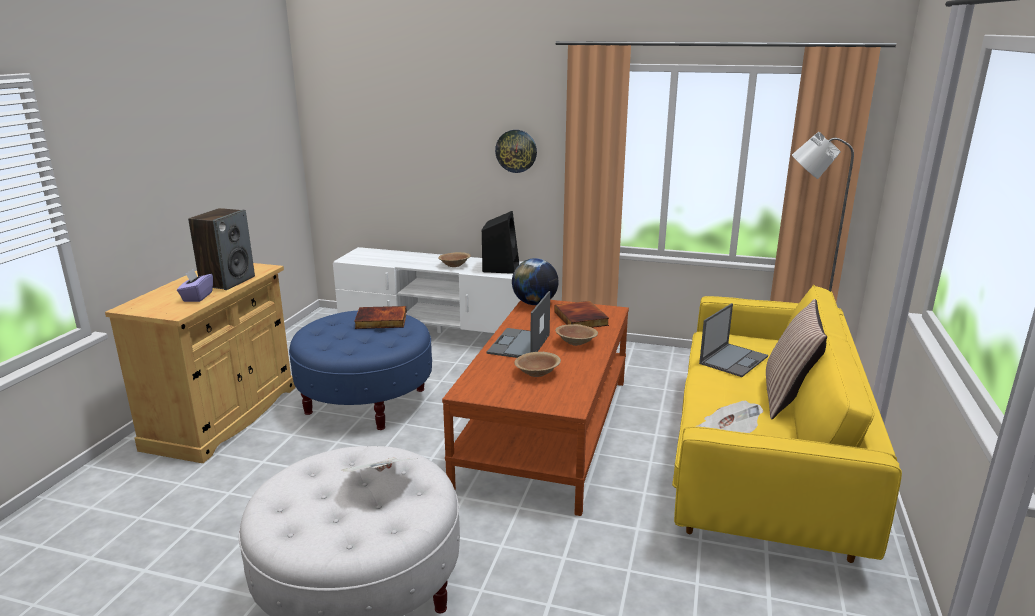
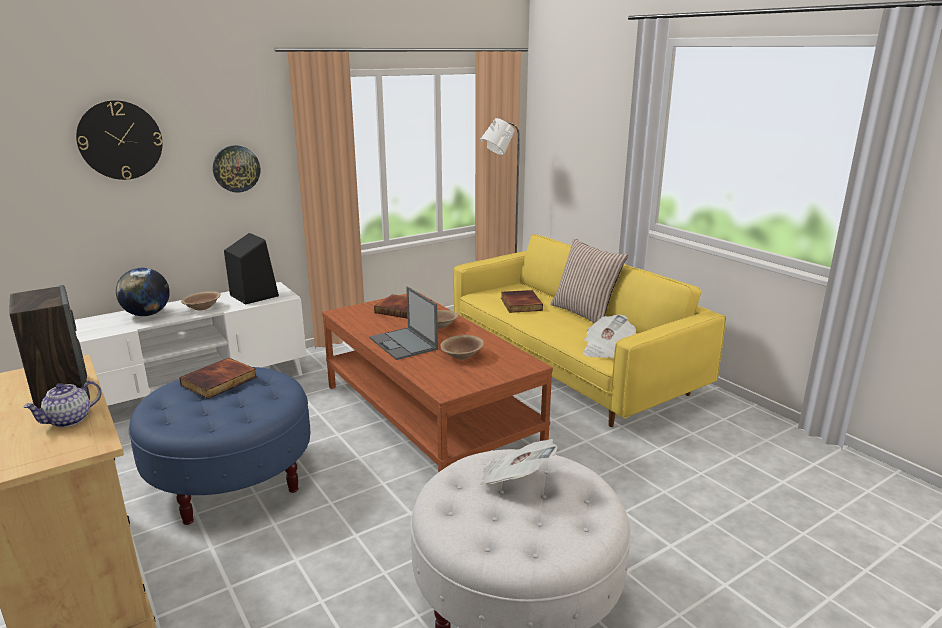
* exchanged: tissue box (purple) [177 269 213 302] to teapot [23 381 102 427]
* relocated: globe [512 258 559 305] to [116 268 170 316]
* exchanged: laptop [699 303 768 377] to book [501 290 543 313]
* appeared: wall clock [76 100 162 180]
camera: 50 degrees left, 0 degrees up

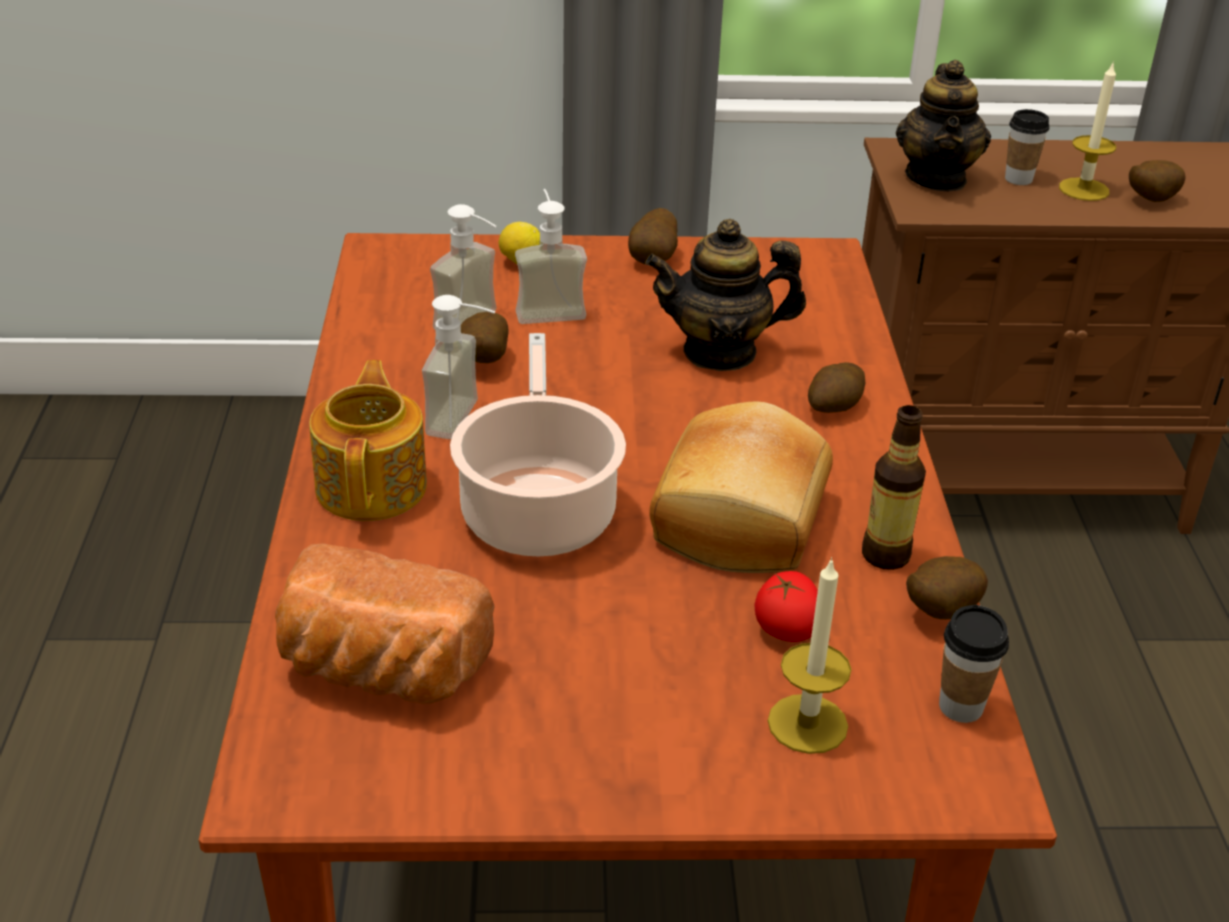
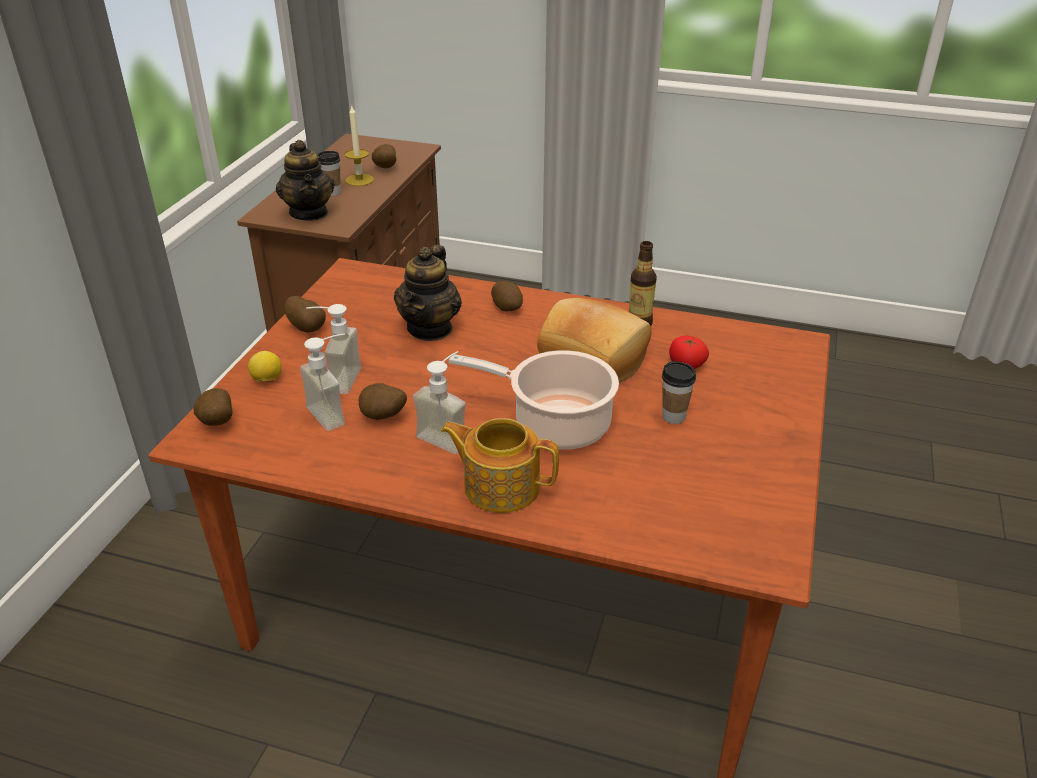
* missing: bread [275 543 495 704]
* missing: candle [768 557 851 754]
* spun: teapot [896 60 991 191] = [276 140 335 221] 45 degrees clockwise
* relocated: potato [906 556 988 619] to [193 388 233 426]
* relocated: cup [939 605 1009 723] to [662 361 696 424]
camera: 70 degrees left, 0 degrees up

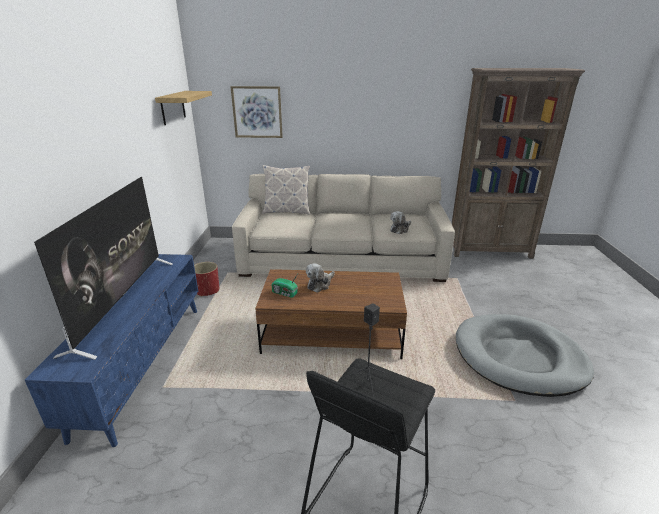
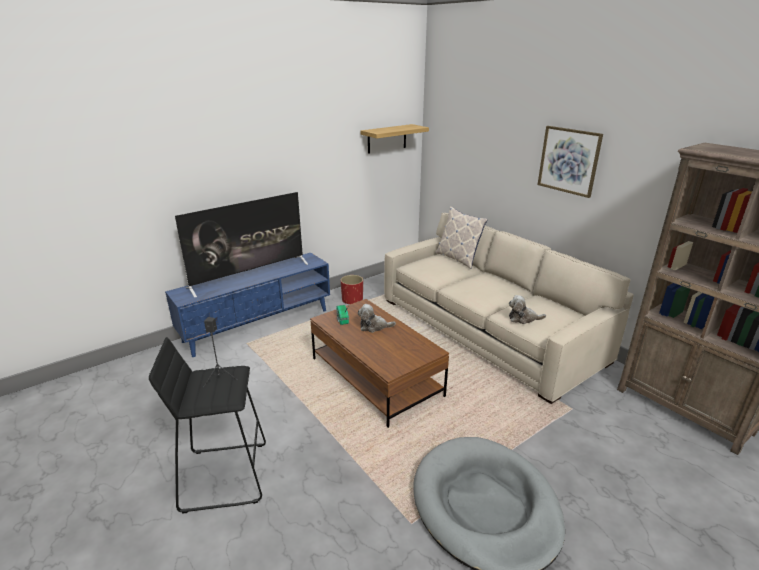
* relocated: picture [231 86 283 138] to [538 126 603 198]
camera: 50 degrees right, 0 degrees up

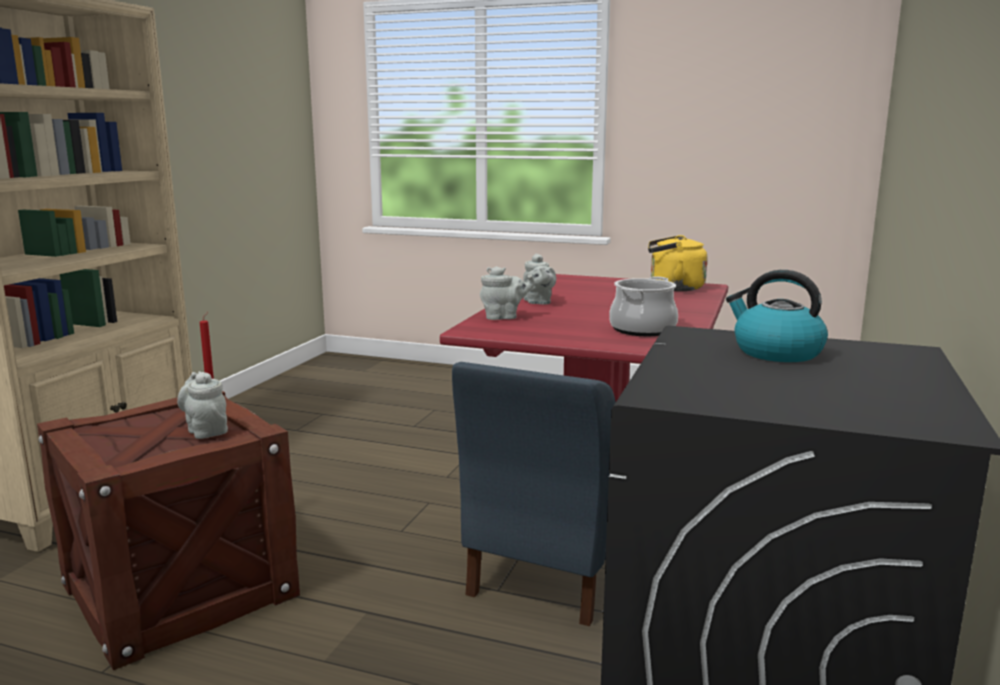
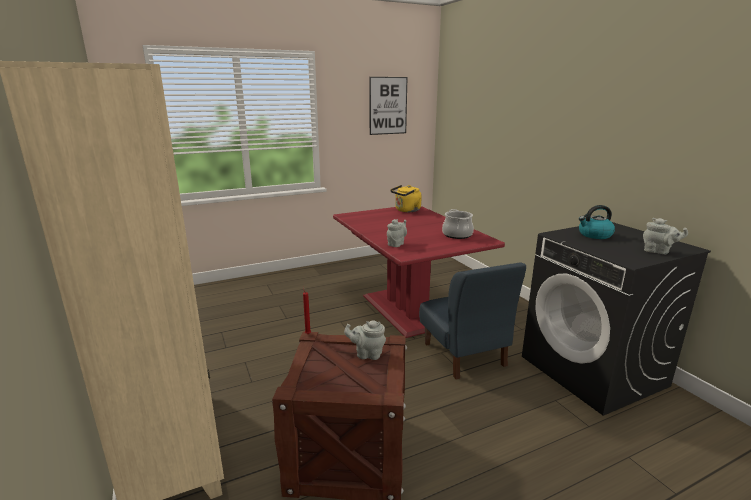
* relocated: teapot (grey) [523 254 556 305] to [643 218 688 254]
* appeared: picture [369 77 407 135]
camera: 45 degrees left, 5 degrees up

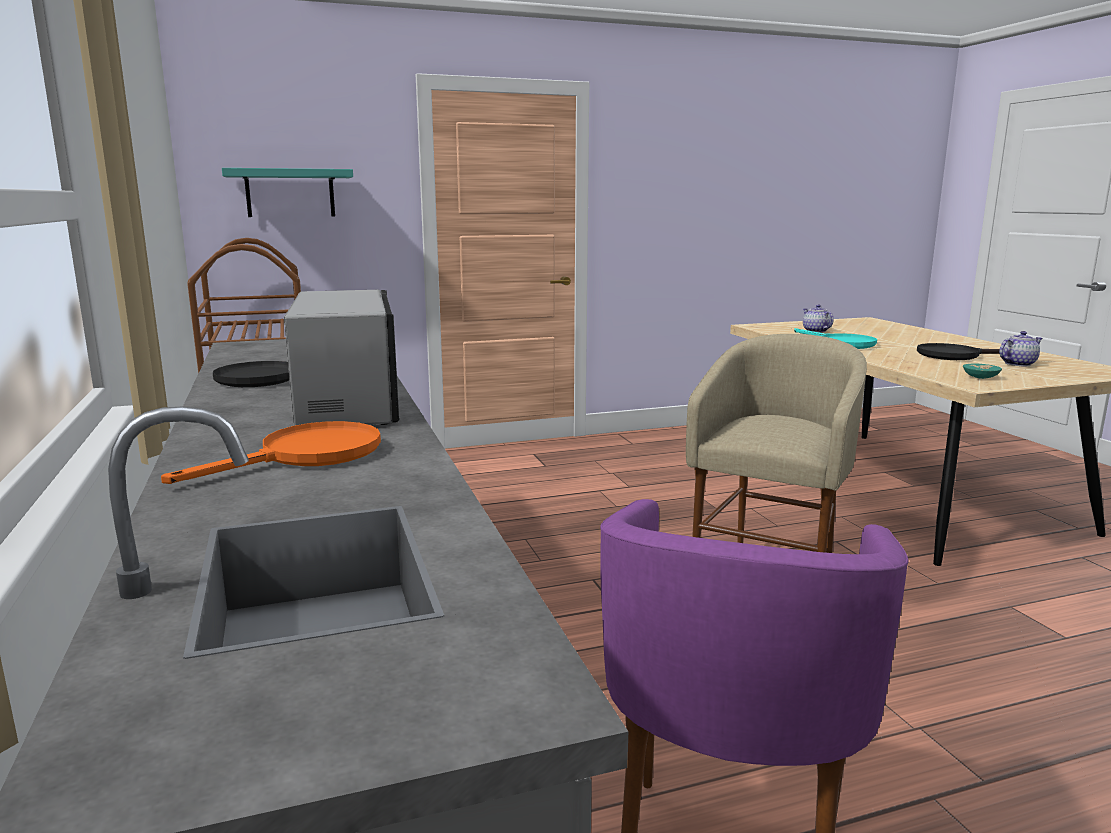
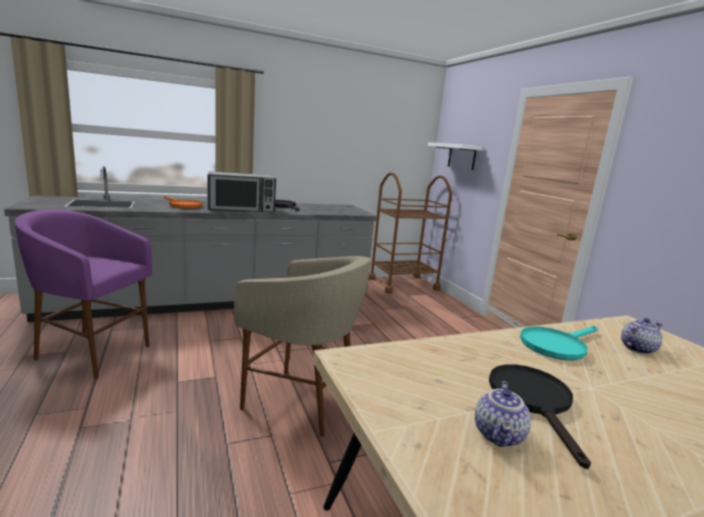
* colour: shelf (turquoise) [222 168 353 217] to shelf (white) [428 142 483 170]
* missing: bowl (turquoise) [963 364 1002 379]
* spun: teapot [999 331 1043 366] = [475 381 531 447] 45 degrees clockwise
camera: 85 degrees right, 0 degrees up

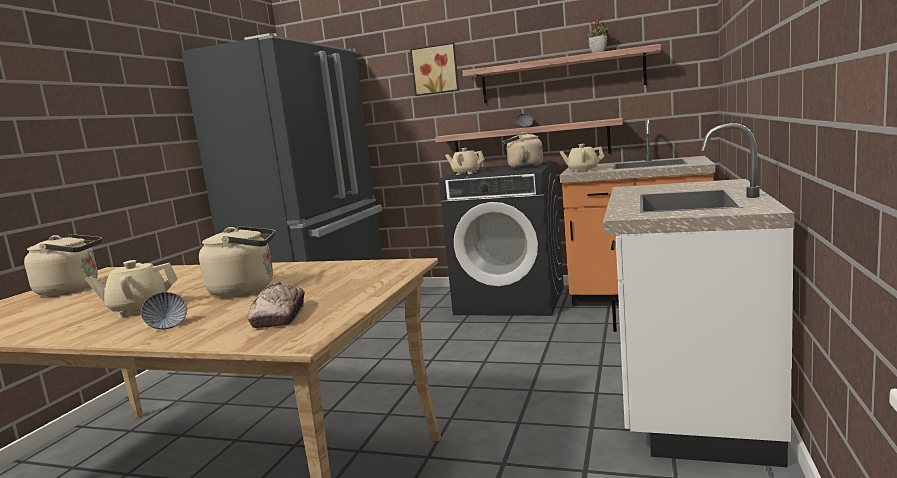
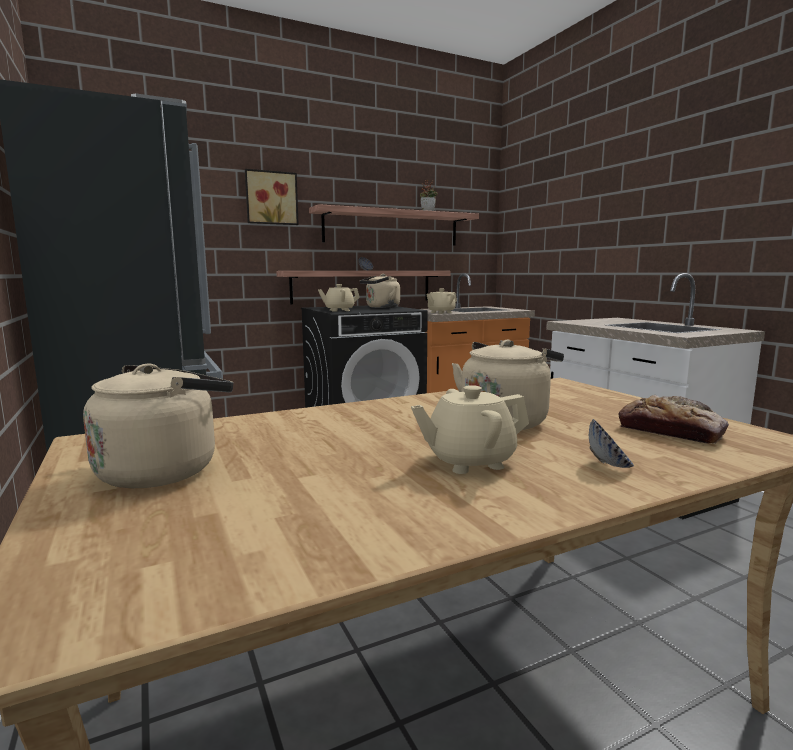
* spun: teapot (beige) [85 260 178 317] = [411 385 529 474] 45 degrees clockwise
camera: 45 degrees left, 0 degrees up

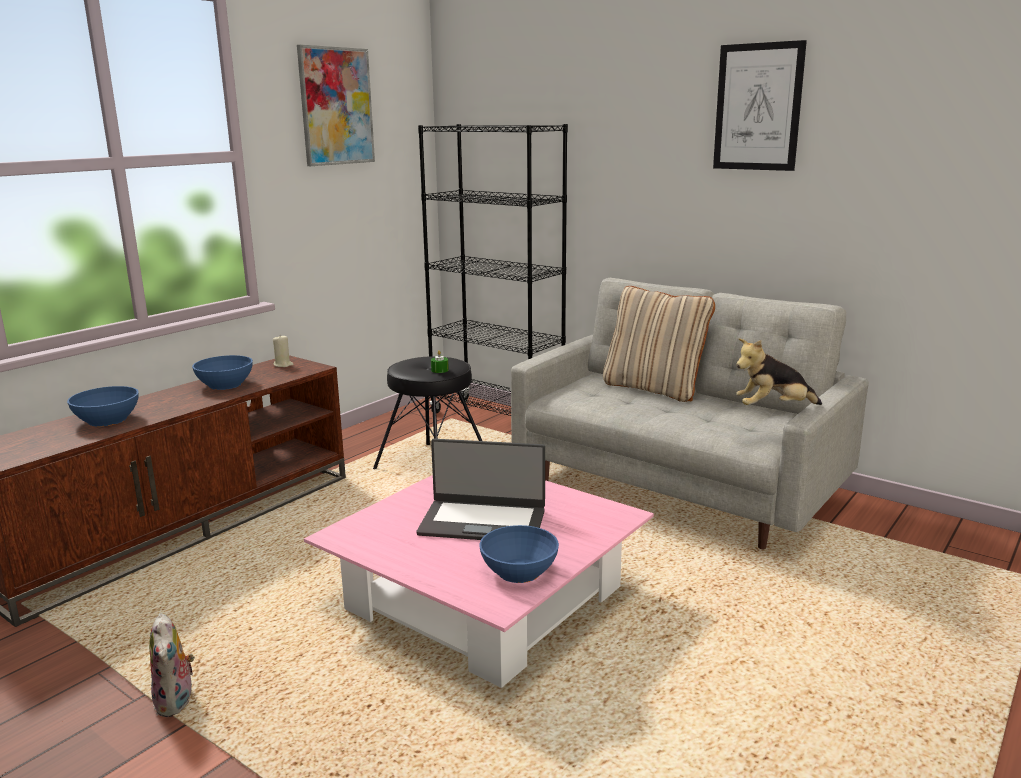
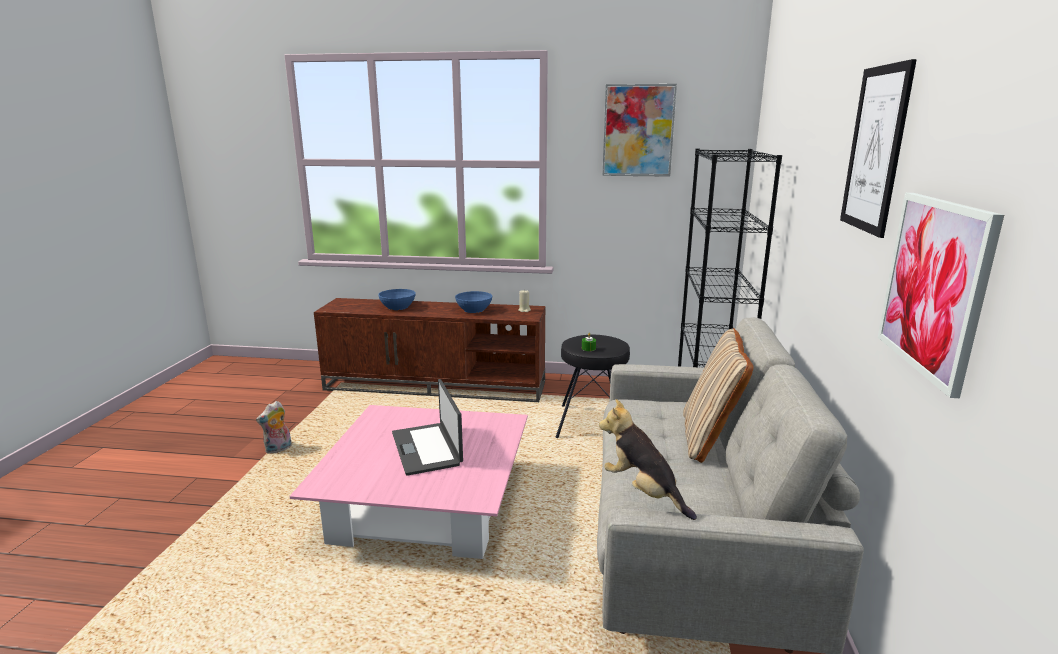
* missing: bowl (blue) [480 525 559 583]
* appeared: picture [878 193 1004 398]
camera: 60 degrees right, 0 degrees up

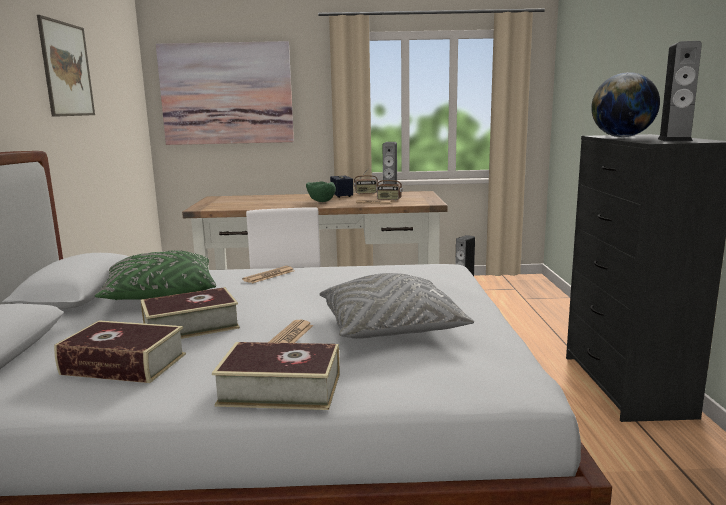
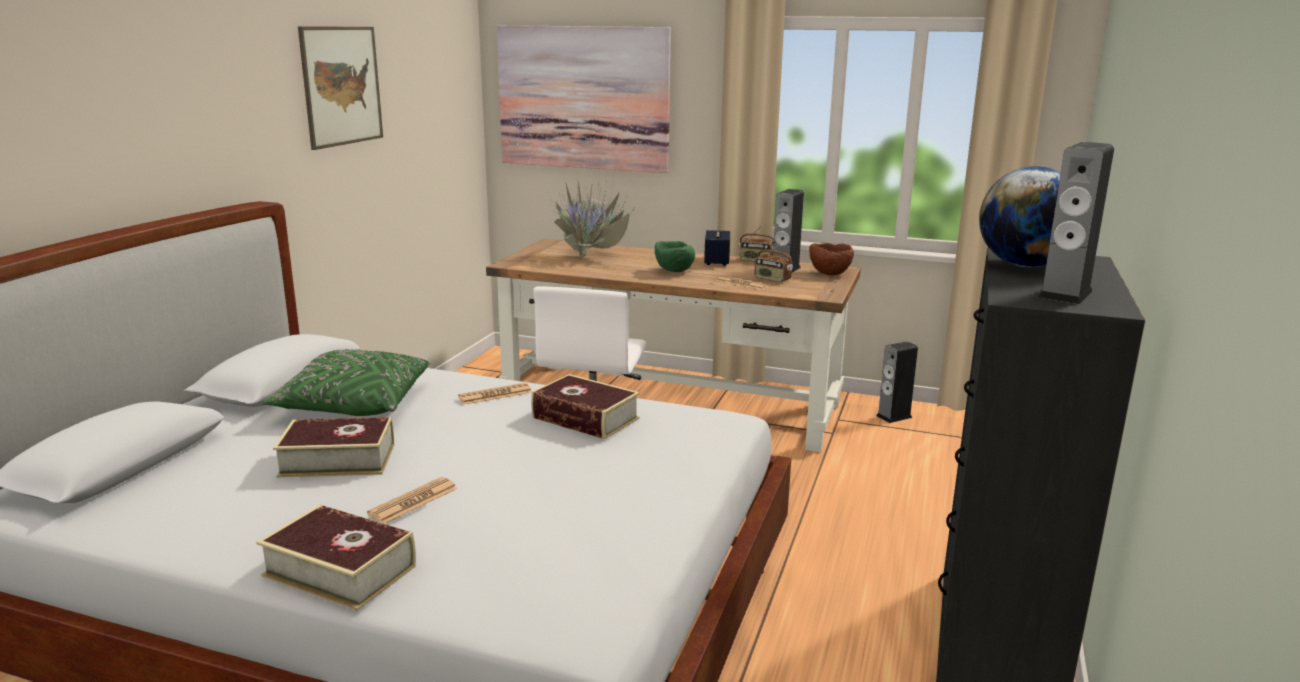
* relocated: book [54 320 186 383] to [531 374 640 439]
* missing: pillow (grey) [319 273 474 339]
* appeared: potted plant [550 177 634 267]
* appeared: bowl (brown) [809 243 854 275]
camera: 20 degrees right, 5 degrees up

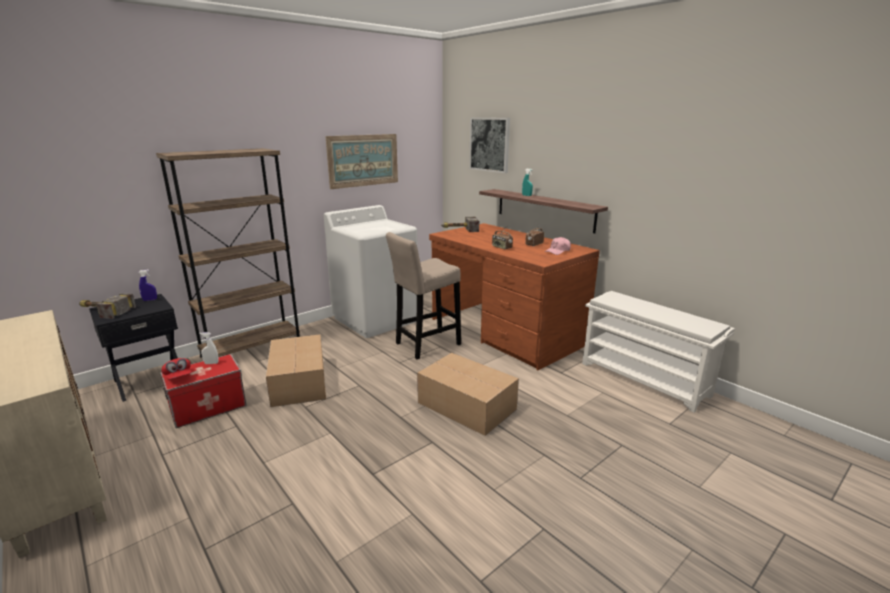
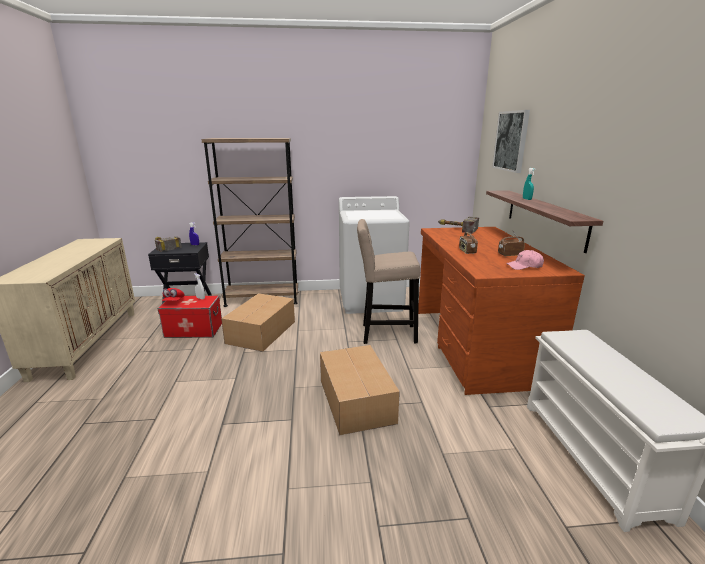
* missing: picture [325 134 398 189]
camera: 35 degrees right, 0 degrees up

